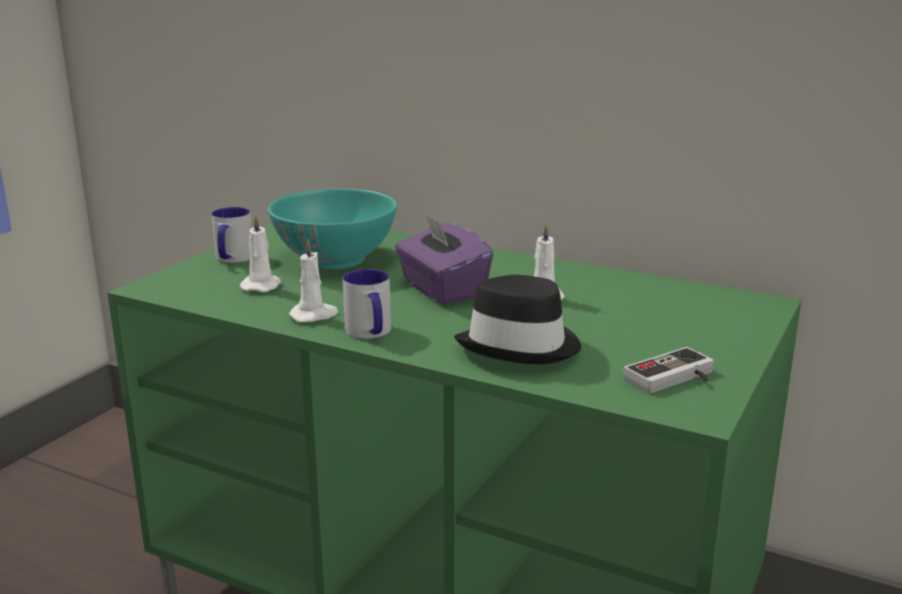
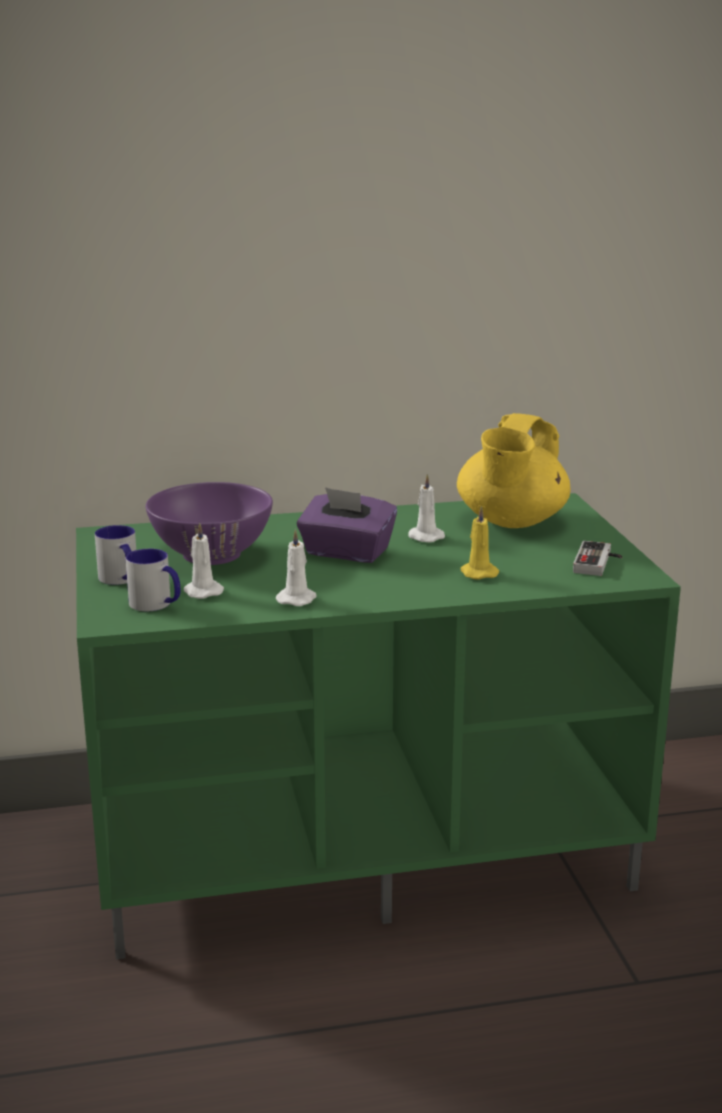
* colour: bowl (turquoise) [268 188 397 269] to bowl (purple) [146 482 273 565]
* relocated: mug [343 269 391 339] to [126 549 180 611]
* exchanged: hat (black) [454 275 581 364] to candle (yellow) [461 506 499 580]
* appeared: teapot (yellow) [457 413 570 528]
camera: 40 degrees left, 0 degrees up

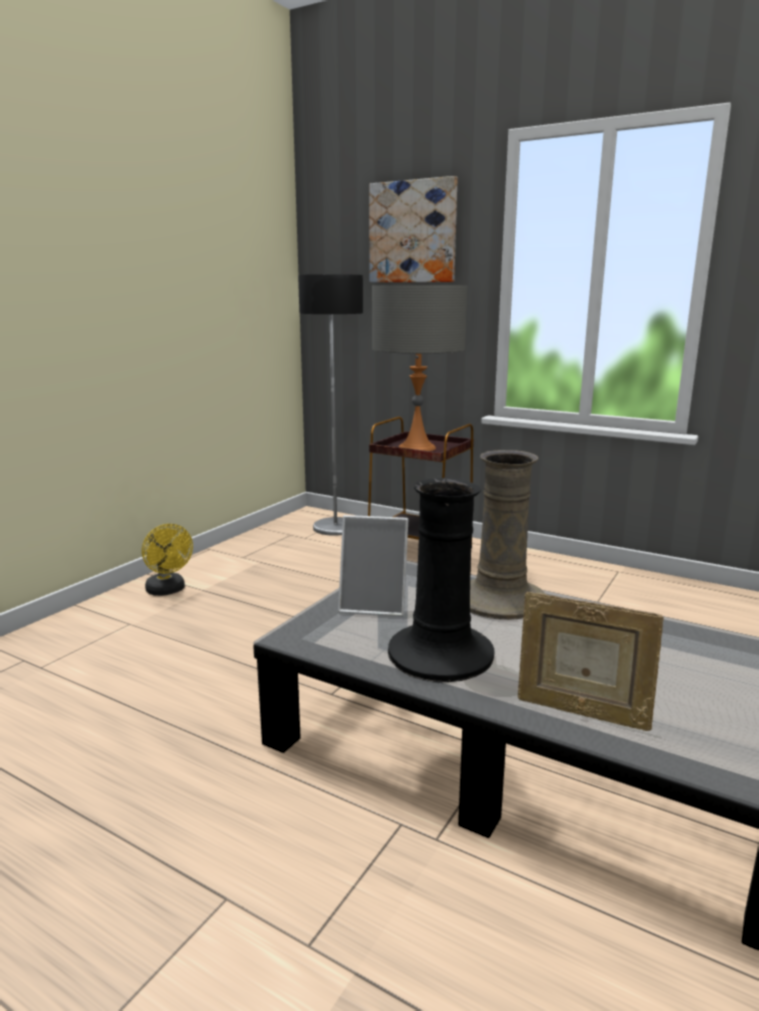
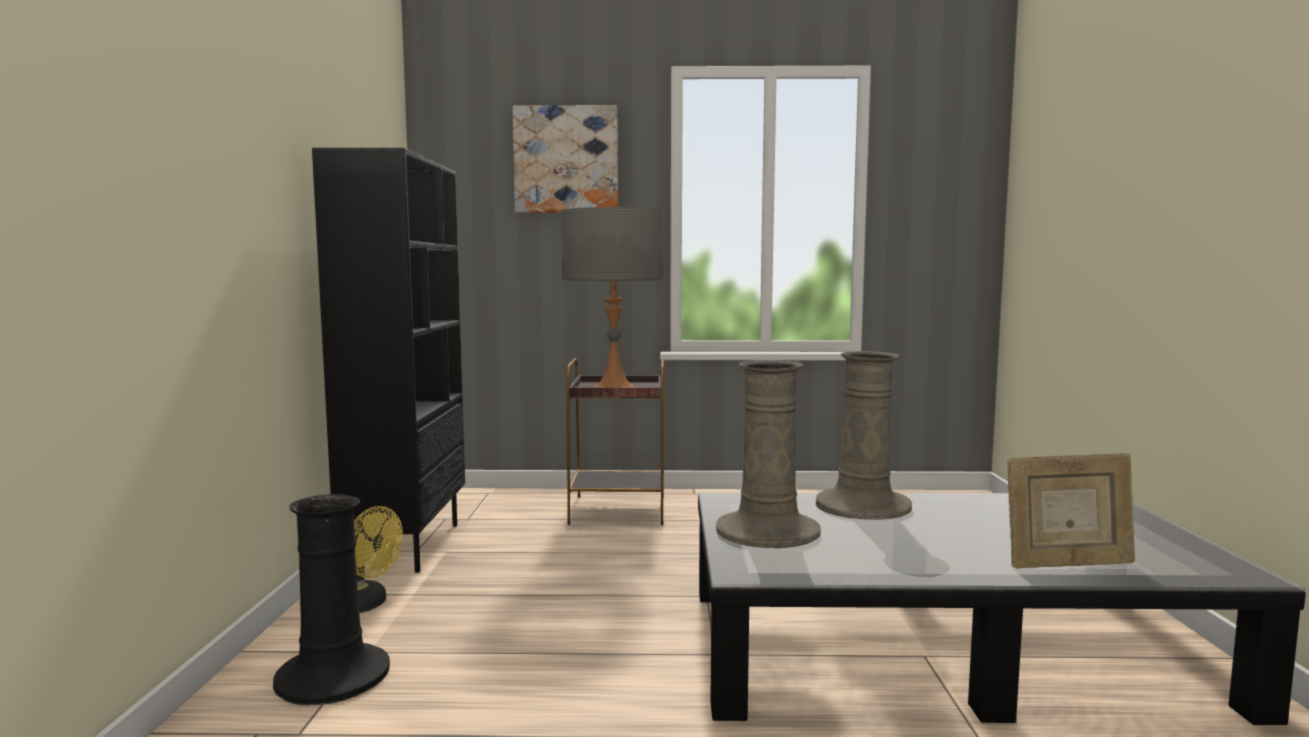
* missing: floor lamp [298 274 363 536]
* exchanged: picture frame [338 515 408 617] to vase (beige) [716 360 821 548]
* relocated: vase (black) [388 478 495 682] to [273 494 390 705]
* appeared: bookcase (black) [312 148 465 573]
camera: 30 degrees left, 10 degrees down

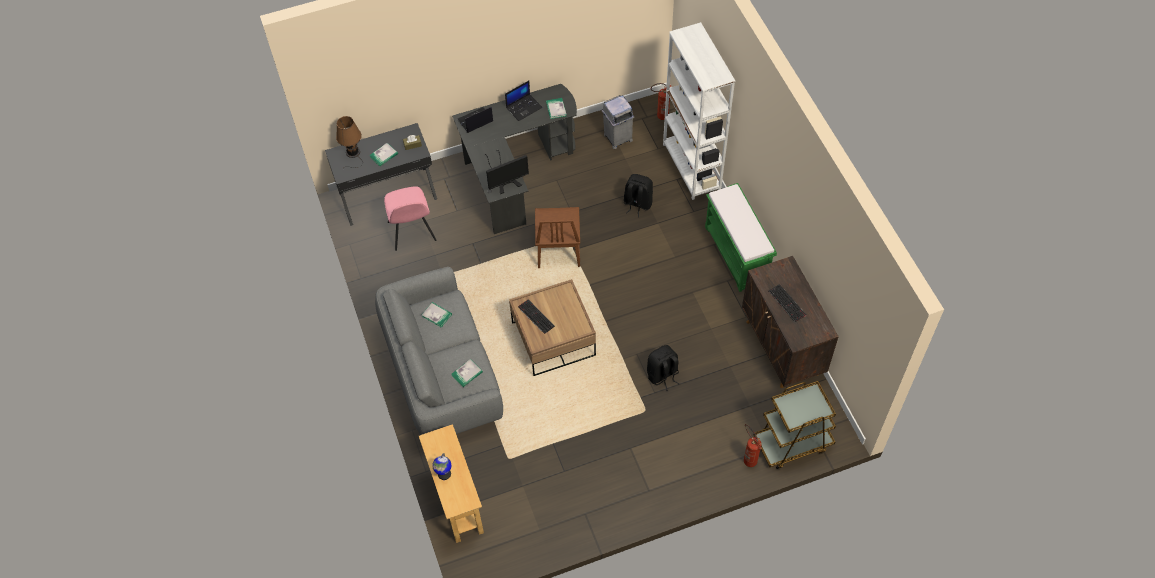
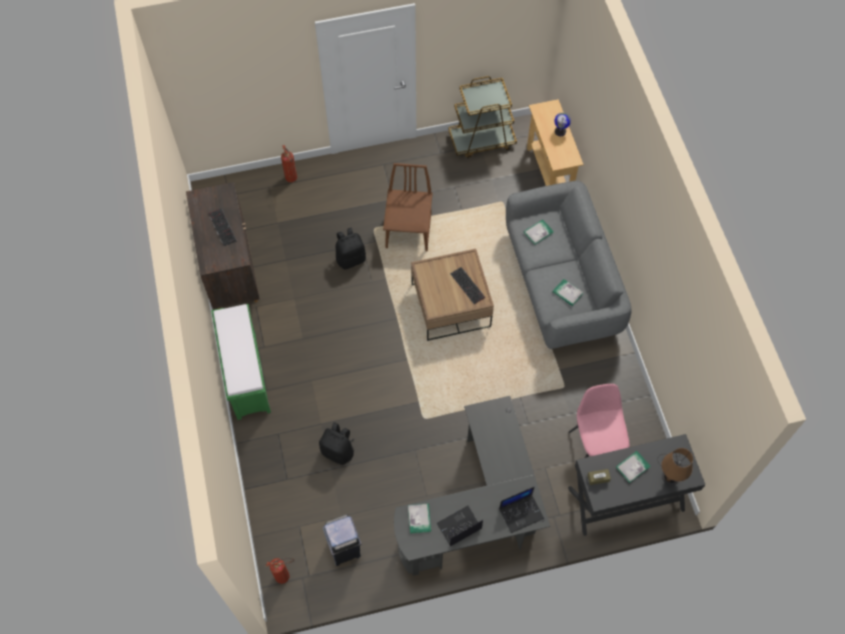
* missing: monitor [485 150 529 194]
* relocated: chair (brown) [535 207 580 268] to [383 163 433 251]
* missing: bookcase (white) [663 22 735 200]
* relocated: cart (brown) [754 381 836 469] to [448 76 517 159]
camera: 175 degrees left, 5 degrees up

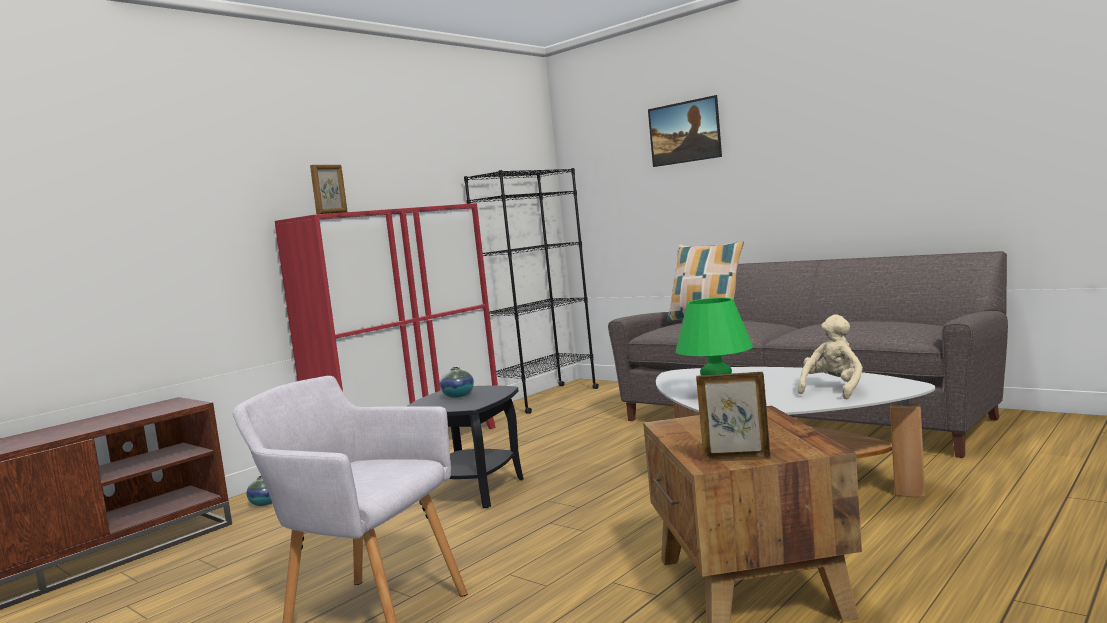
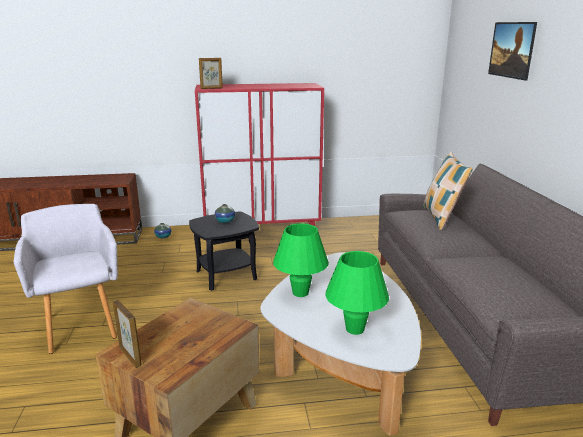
* missing: bookcase (black) [464 168 599 414]
* exchanged: plush toy (beige) [798 314 863 400] to table lamp (green) [325 251 389 335]
camera: 40 degrees right, 15 degrees up

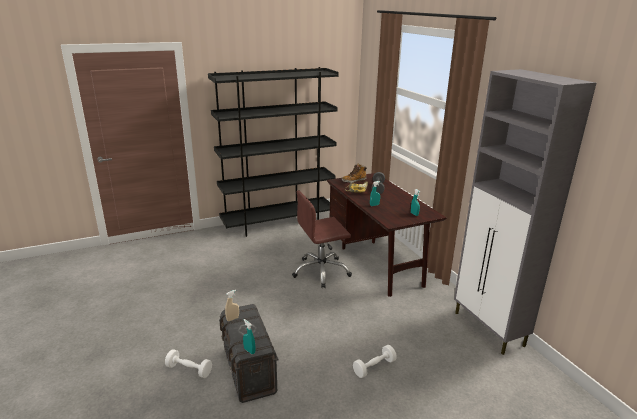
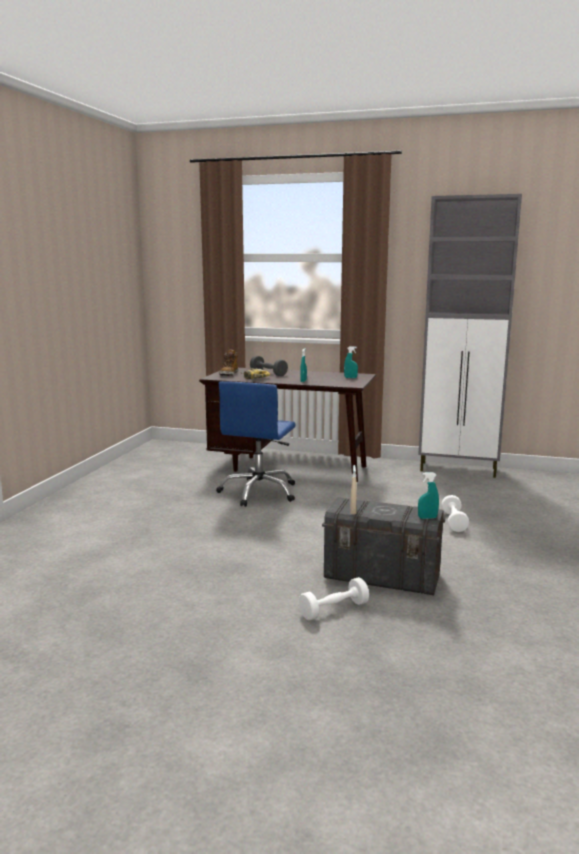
* missing: bookcase (black) [208 67 339 237]
* colour: office chair (brown) [292 190 352 288] to office chair (blue) [216 381 296 507]
camera: 50 degrees left, 10 degrees down

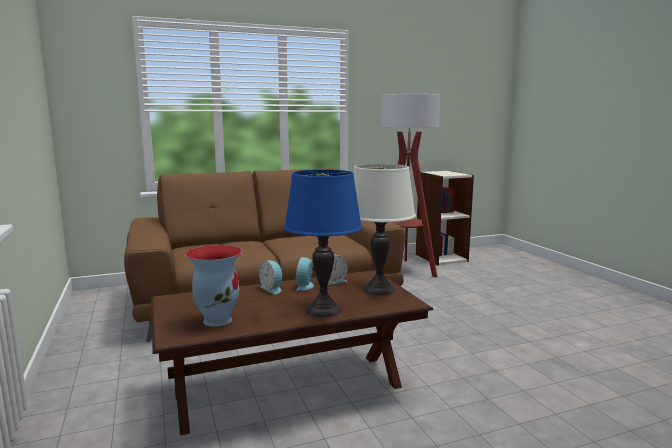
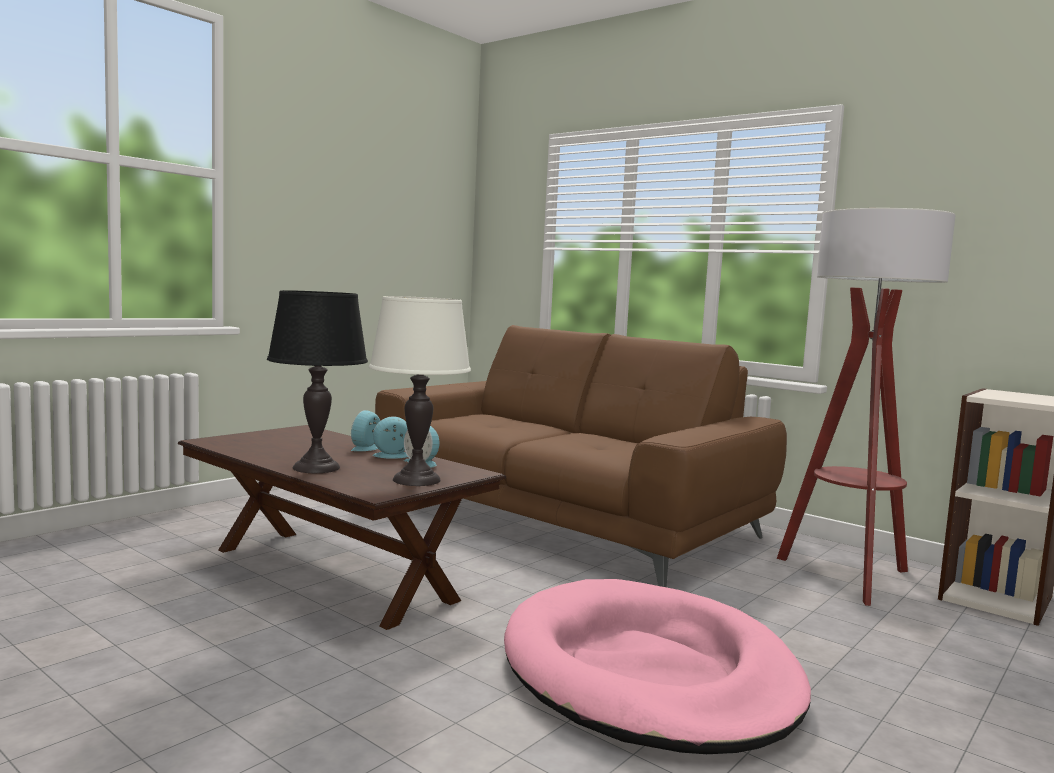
* missing: vase [185 245 242 327]
* colour: table lamp (blue) [284 170 362 317] to table lamp (black) [267 290 368 473]
* appeared: dog bed (pink) [504 579 811 754]
camera: 60 degrees right, 5 degrees down

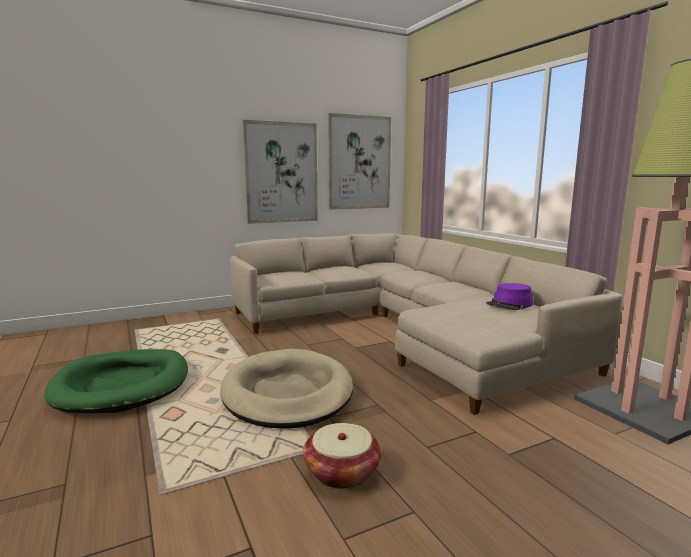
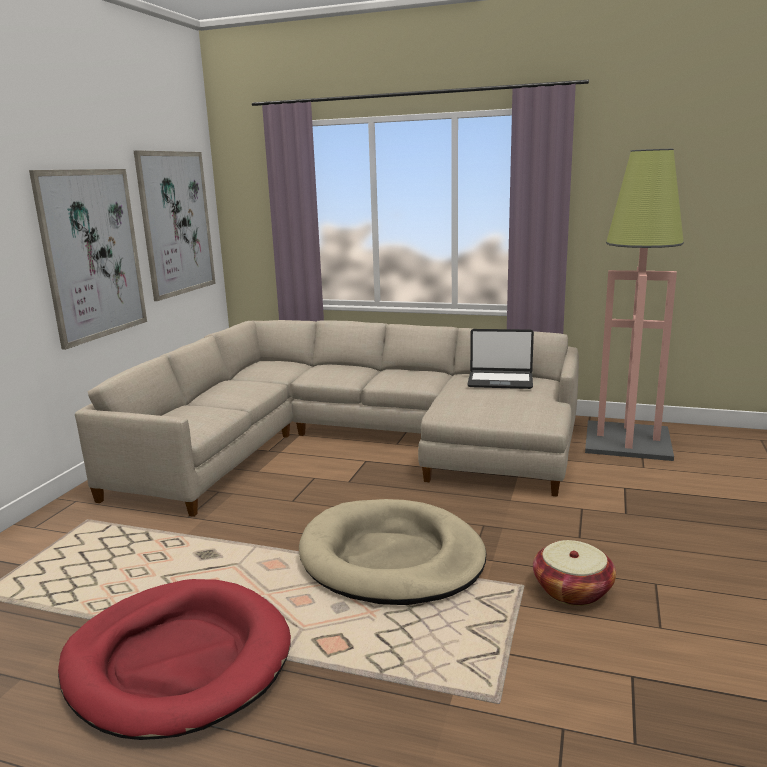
* colour: dog bed (green) [44 349 188 413] to dog bed (red) [58 579 291 740]
* exchanged: hat (purple) [486 283 533 310] to laptop [467 329 534 389]
camera: 45 degrees left, 5 degrees up

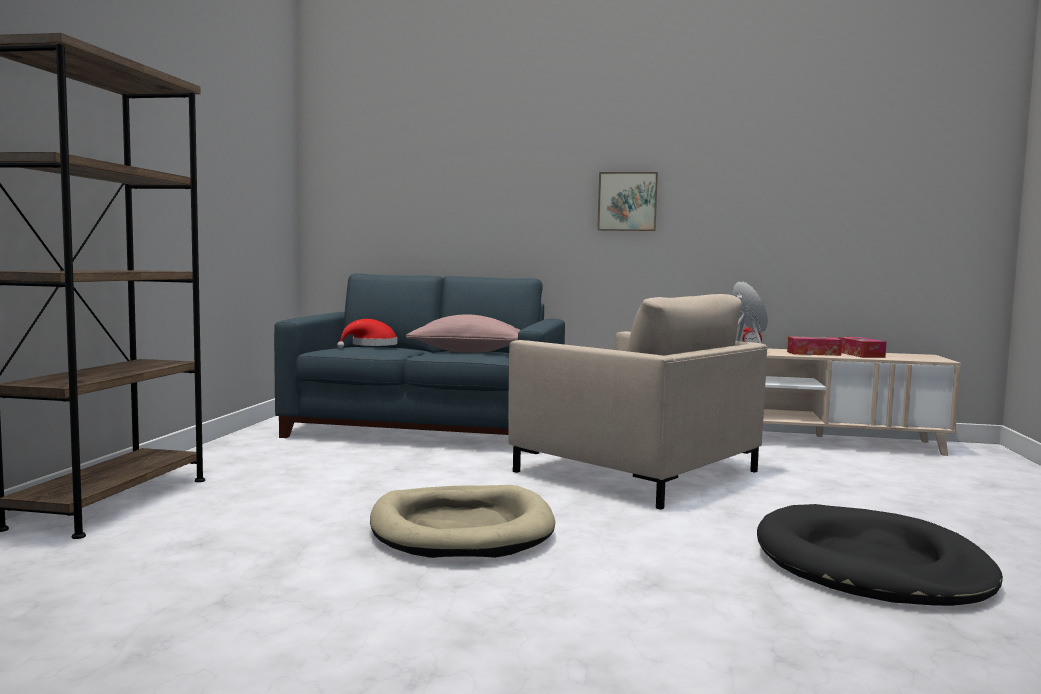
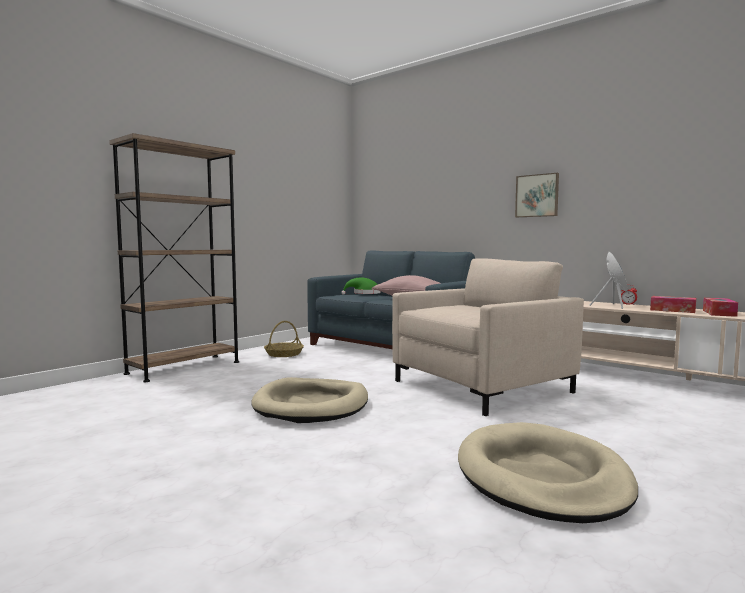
* colour: hat (red) [337 319 397 348] to hat (green) [341 277 381 295]
* spun: armchair (beige) [508 294 767 510] = [392 259 584 416] 105 degrees counterclockwise
* colour: dog bed (black) [757 504 1003 606] to dog bed (beige) [458 422 638 523]
* appeared: basket [264 321 304 357]
camera: 30 degrees right, 0 degrees up

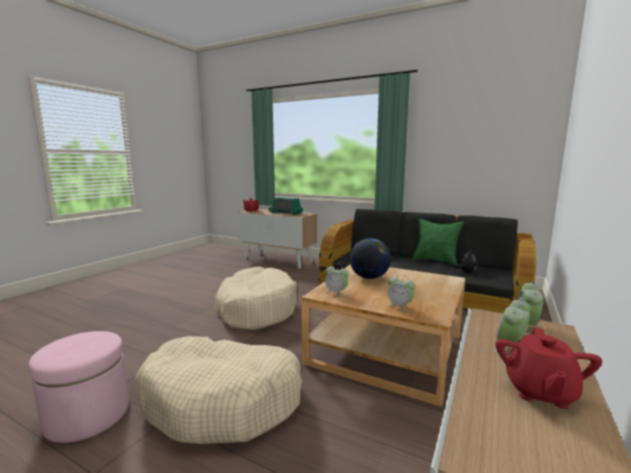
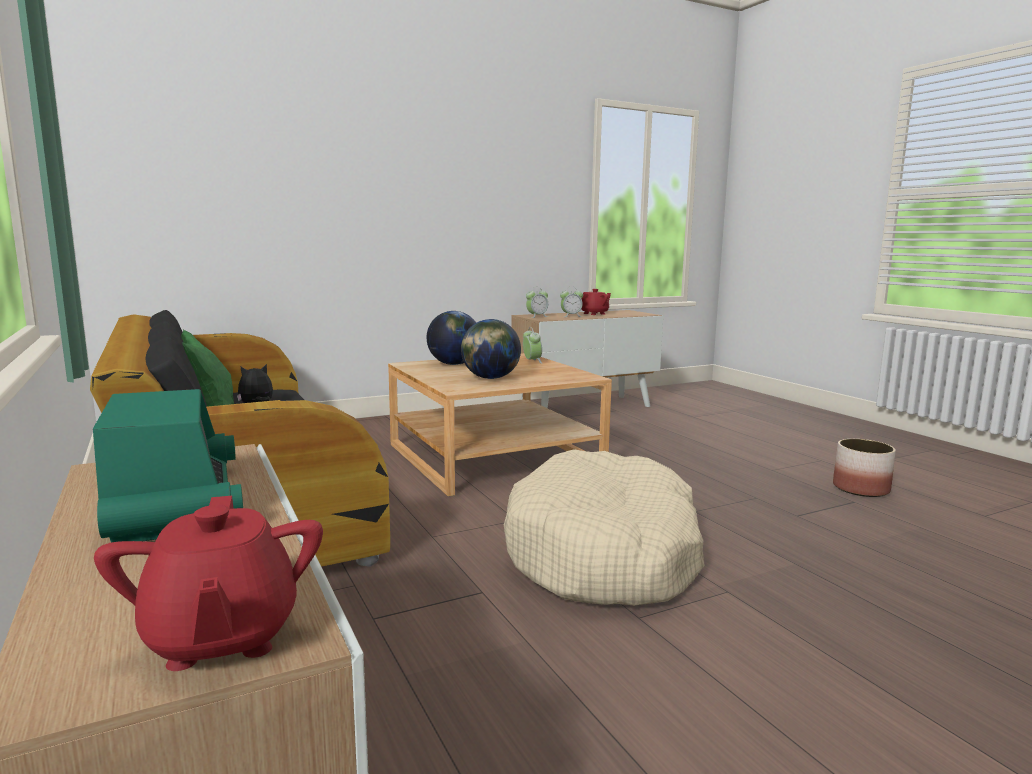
* exchanged: ottoman (pink) [28 331 129 443] to planter [833 439 896 497]
* missing: dog bed (beige) [135 336 302 444]
* missing: alarm clock [325 263 349 297]
* appeared: globe [427 311 476 365]
camera: 145 degrees left, 0 degrees up

